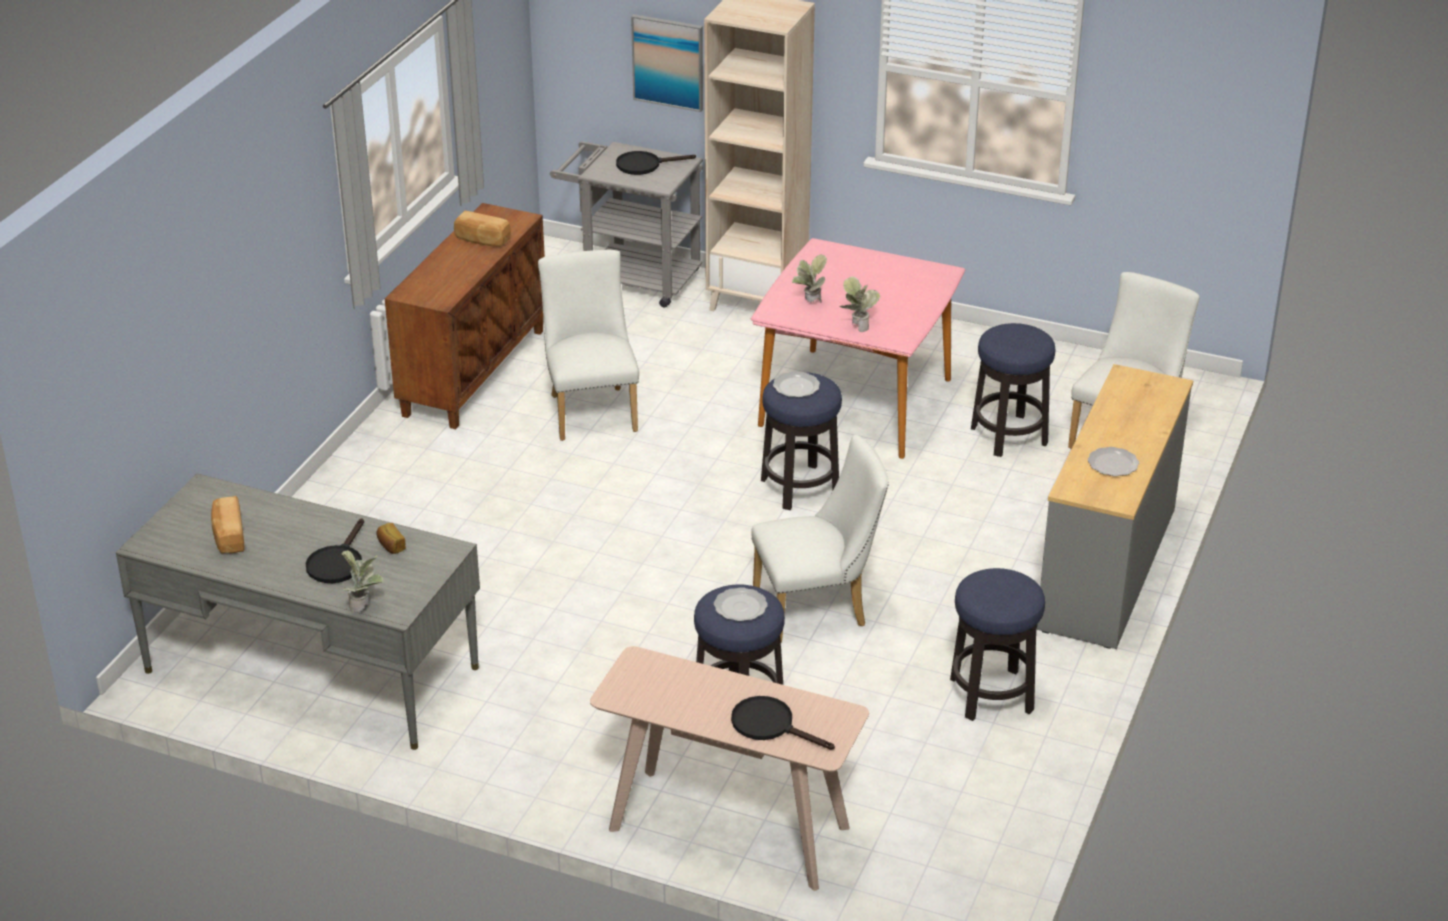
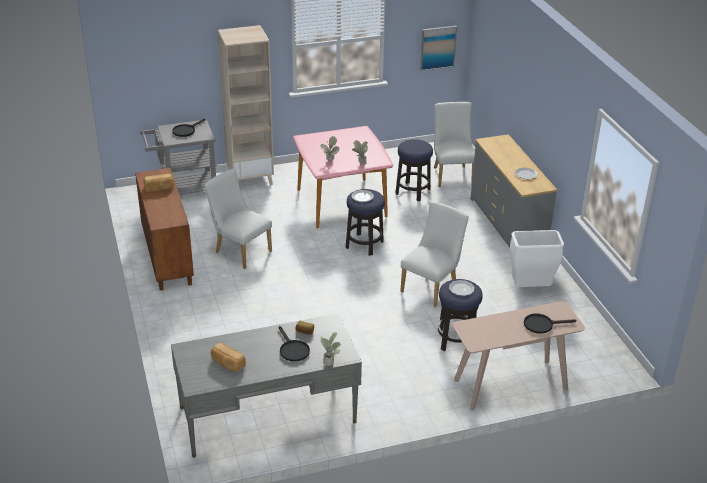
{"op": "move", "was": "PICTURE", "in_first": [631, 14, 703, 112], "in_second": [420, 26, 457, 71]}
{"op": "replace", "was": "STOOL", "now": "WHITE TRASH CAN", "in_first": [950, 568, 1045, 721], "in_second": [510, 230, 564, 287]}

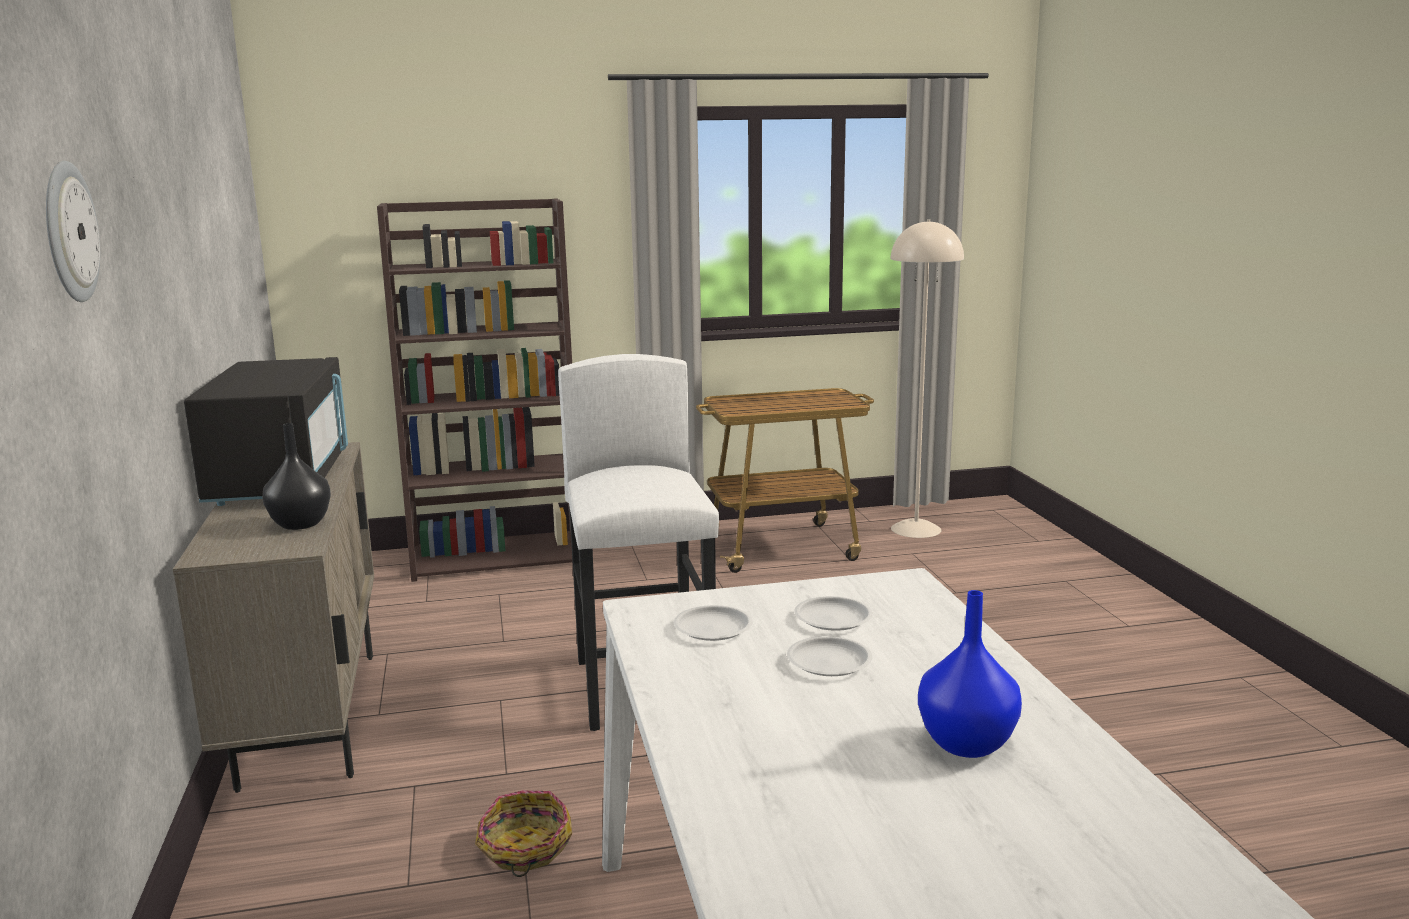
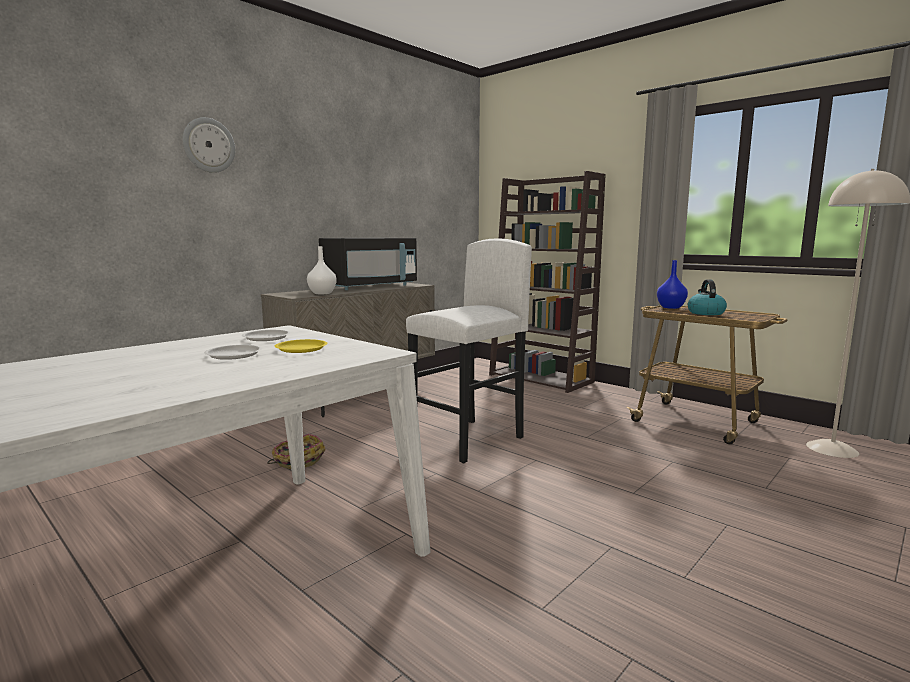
{"op": "recolor", "was": "WHITE PLATE", "now": "YELLOW PLATE", "in_first": [794, 596, 873, 631], "in_second": [275, 339, 328, 353]}
{"op": "recolor", "was": "BLACK VASE", "now": "WHITE VASE", "in_first": [262, 423, 331, 530], "in_second": [307, 246, 337, 294]}
{"op": "move", "was": "BLUE VASE", "in_first": [918, 590, 1022, 758], "in_second": [657, 260, 688, 309]}
{"op": "insert", "now": "KETTLE", "in_second": [688, 279, 727, 315]}

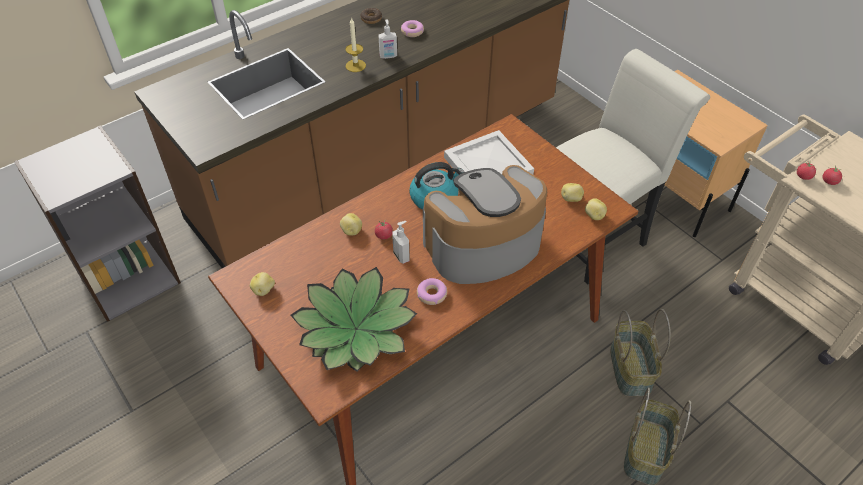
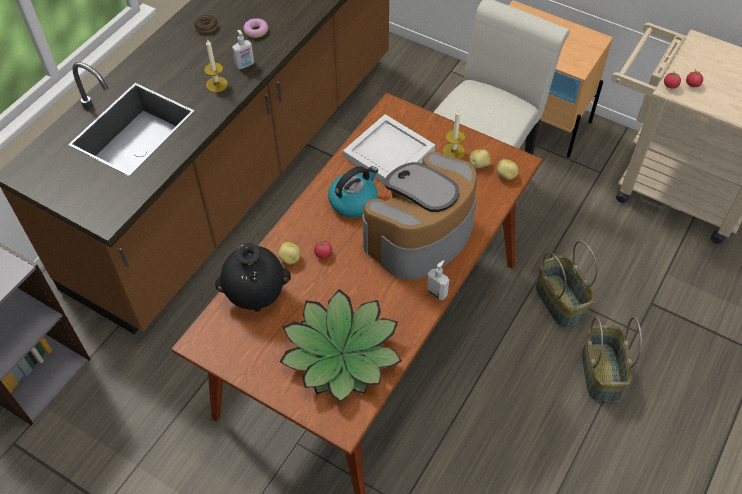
{"op": "insert", "now": "BLACK VASE", "in_second": [215, 243, 291, 312]}
{"op": "move", "was": "SOAP DISPENSER", "in_first": [392, 221, 410, 264], "in_second": [426, 260, 449, 300]}
{"op": "insert", "now": "CANDLE", "in_second": [443, 109, 465, 159]}
{"op": "delete", "was": "POTATO", "in_first": [250, 272, 275, 296]}
{"op": "delete", "was": "DONUT", "in_first": [417, 278, 447, 305]}

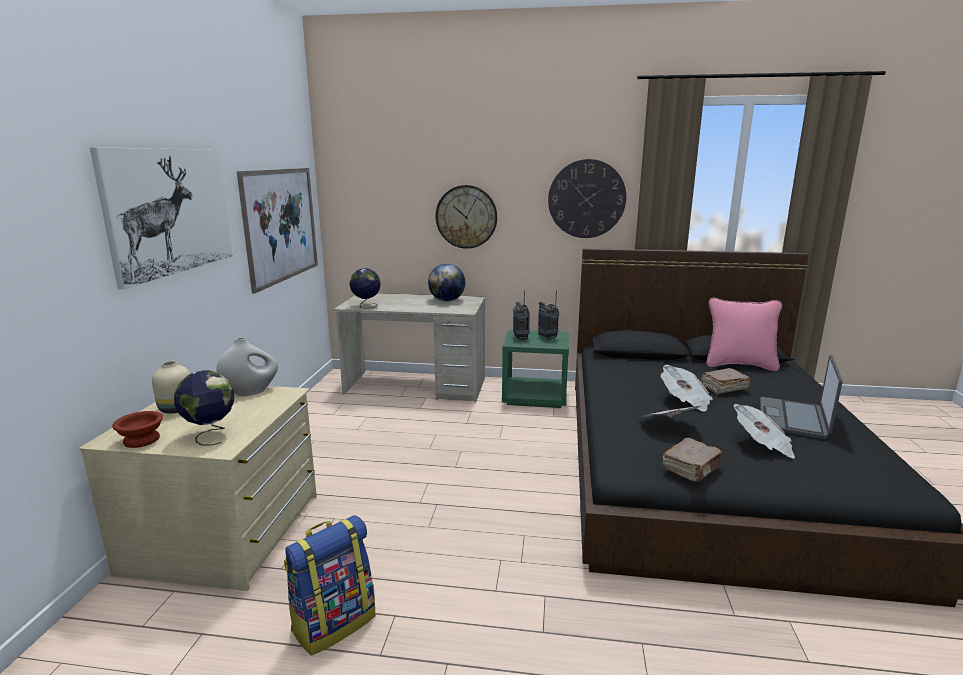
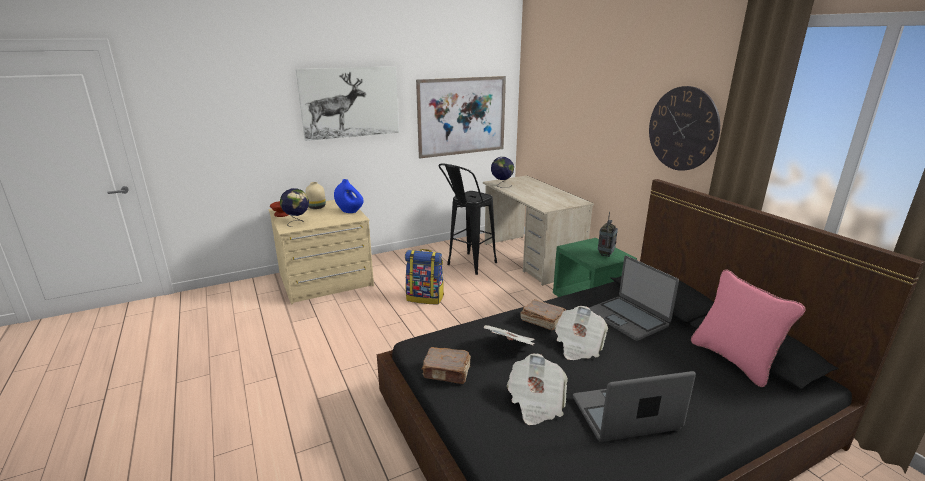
{"op": "recolor", "was": "WHITE VASE", "now": "BLUE VASE", "in_first": [216, 338, 278, 396], "in_second": [334, 179, 364, 213]}
{"op": "move", "was": "BACKPACK", "in_first": [284, 515, 375, 656], "in_second": [405, 249, 444, 304]}
{"op": "insert", "now": "BLACK STOOL", "in_second": [439, 164, 497, 275]}
{"op": "move", "was": "BROWN BOOK", "in_first": [701, 368, 751, 394], "in_second": [521, 299, 566, 330]}
{"op": "insert", "now": "LAPTOP", "in_second": [589, 256, 679, 341]}
{"op": "delete", "was": "GLOBE", "in_first": [428, 264, 465, 301]}
{"op": "delete", "was": "WALL CLOCK", "in_first": [436, 185, 497, 249]}
{"op": "delete", "was": "RADIO", "in_first": [513, 291, 530, 340]}

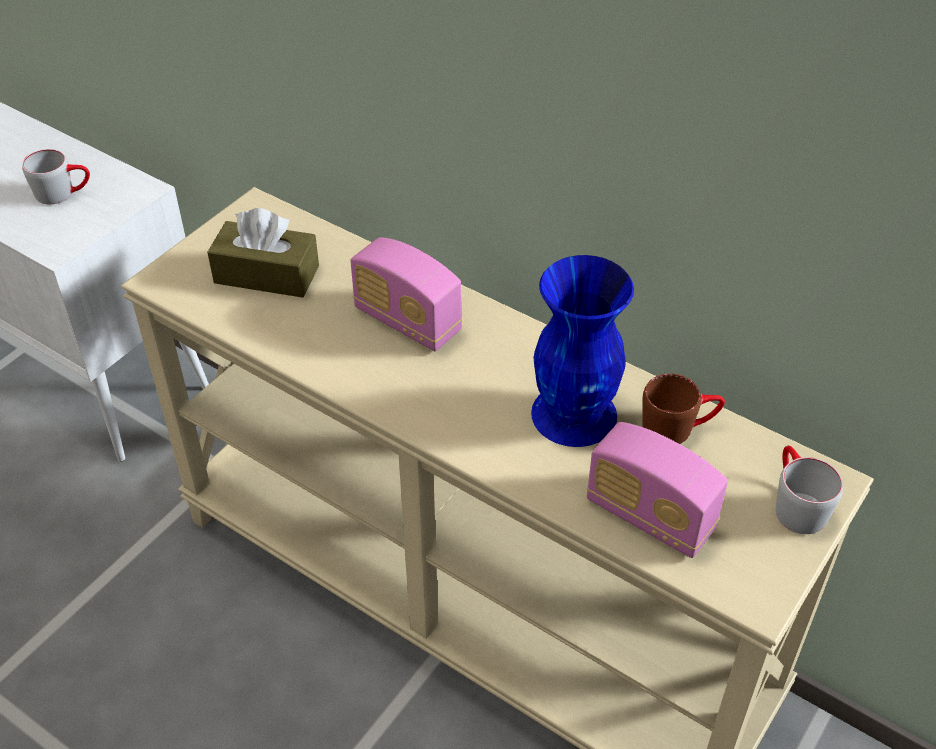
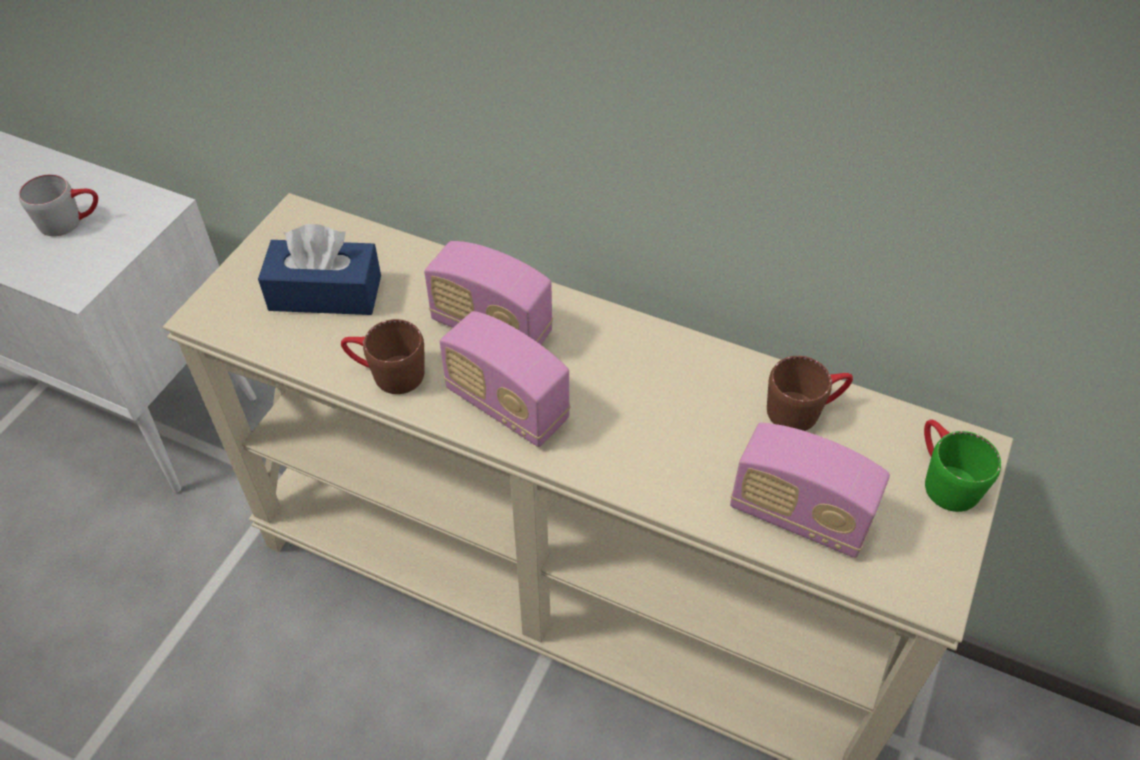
{"op": "recolor", "was": "BROWN TISSUE BOX", "now": "BLUE TISSUE BOX", "in_first": [207, 208, 319, 298], "in_second": [258, 224, 381, 315]}
{"op": "insert", "now": "BROWN MUG", "in_second": [341, 319, 425, 394]}
{"op": "insert", "now": "RADIO", "in_second": [440, 311, 571, 447]}
{"op": "recolor", "was": "GREY MUG", "now": "GREEN MUG", "in_first": [776, 446, 843, 534], "in_second": [924, 420, 1001, 512]}
{"op": "delete", "was": "BLUE VASE", "in_first": [531, 255, 634, 447]}

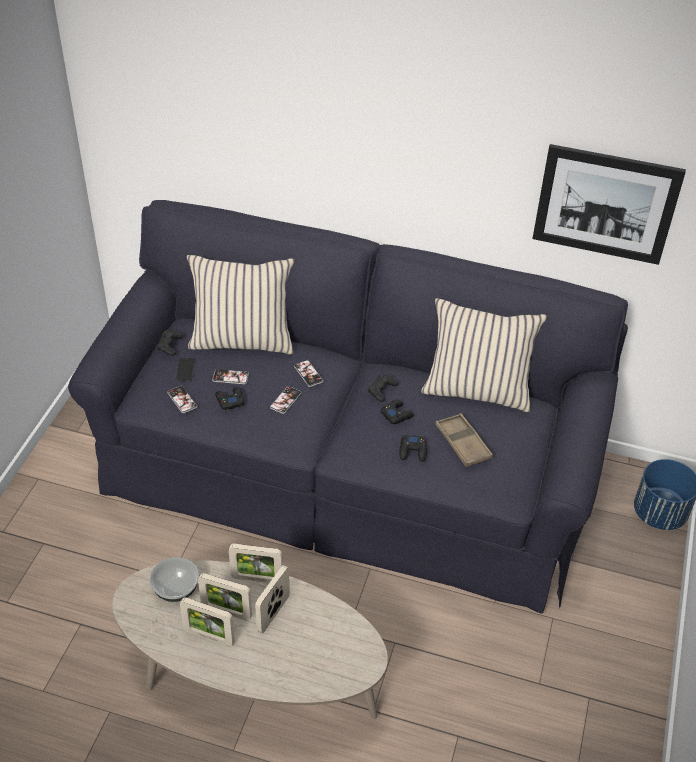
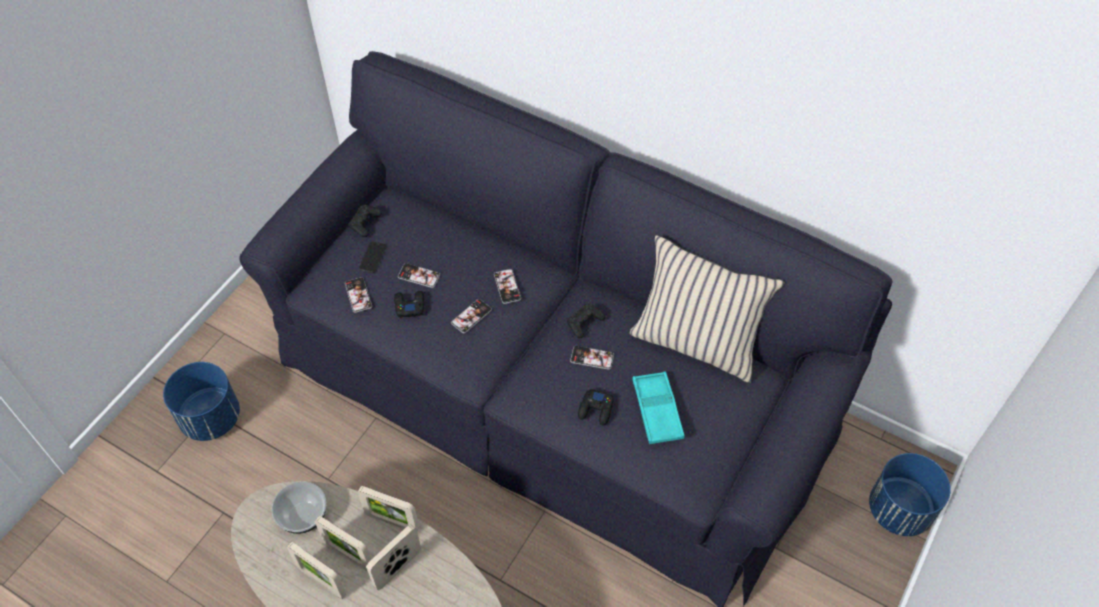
{"op": "insert", "now": "BLUE PLANTER", "in_second": [163, 362, 240, 441]}
{"op": "replace", "was": "BLACK GAME CONTROLLER", "now": "PHONE", "in_first": [381, 399, 414, 424], "in_second": [570, 346, 614, 370]}
{"op": "recolor", "was": "BROWN TRAY", "now": "TURQUOISE TRAY", "in_first": [435, 413, 493, 467], "in_second": [633, 371, 685, 444]}
{"op": "delete", "was": "BEIGE PILLOW", "in_first": [187, 255, 295, 355]}
{"op": "delete", "was": "PICTURE", "in_first": [532, 144, 686, 265]}

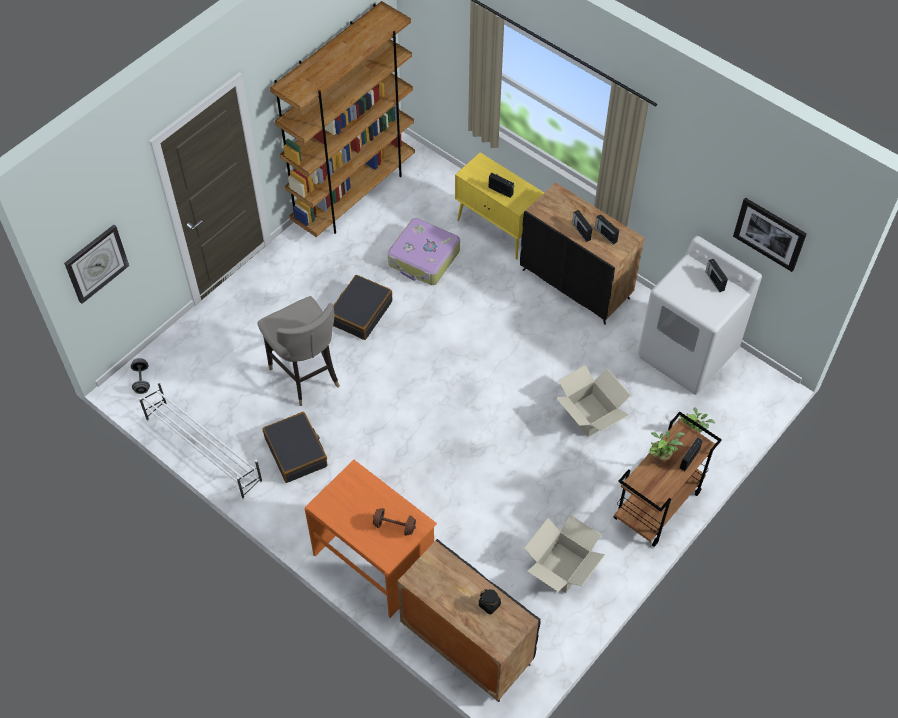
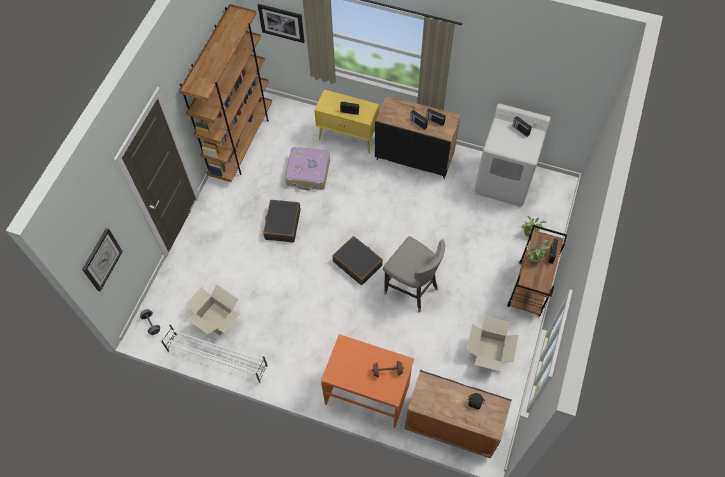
{"op": "move", "was": "CARDBOARD BOX", "in_first": [556, 365, 631, 437], "in_second": [185, 284, 240, 336]}
{"op": "move", "was": "PICTURE", "in_first": [733, 198, 807, 272], "in_second": [258, 4, 305, 43]}
{"op": "move", "was": "BLACK SUITCASE", "in_first": [263, 412, 327, 483], "in_second": [332, 236, 383, 285]}
{"op": "move", "was": "GREY STOOL", "in_first": [258, 296, 340, 406], "in_second": [383, 236, 445, 313]}

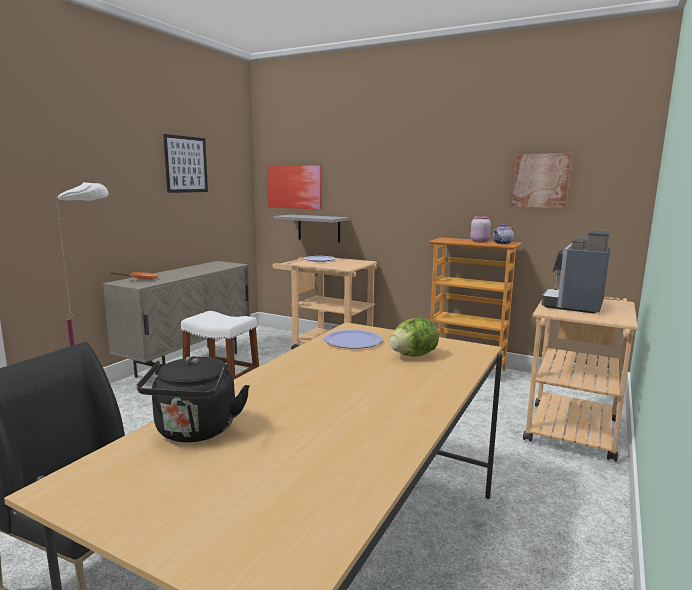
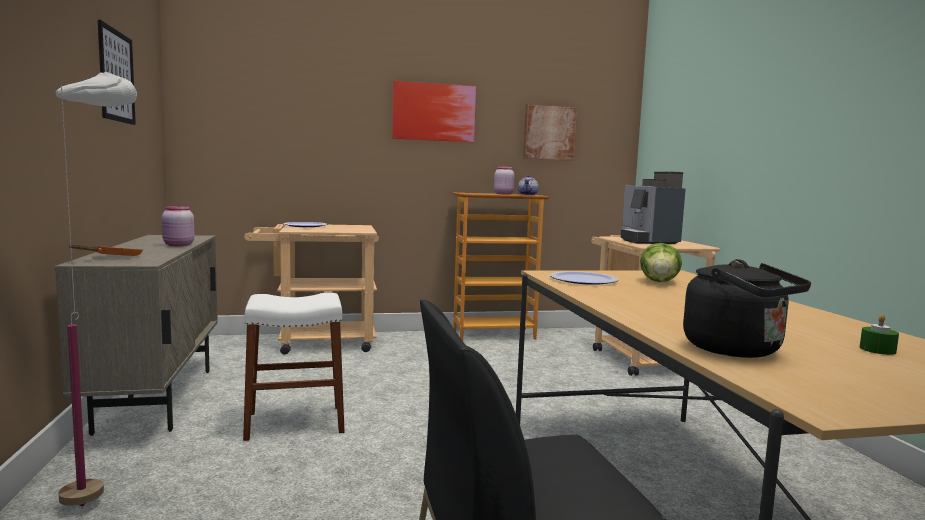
{"op": "insert", "now": "PINK JAR", "in_second": [162, 206, 194, 246]}
{"op": "move", "was": "PICTURE", "in_first": [267, 165, 322, 209], "in_second": [392, 81, 476, 142]}
{"op": "insert", "now": "GREEN CANDLE", "in_second": [860, 314, 899, 355]}
{"op": "delete", "was": "GREY SHELF", "in_first": [273, 214, 349, 243]}

